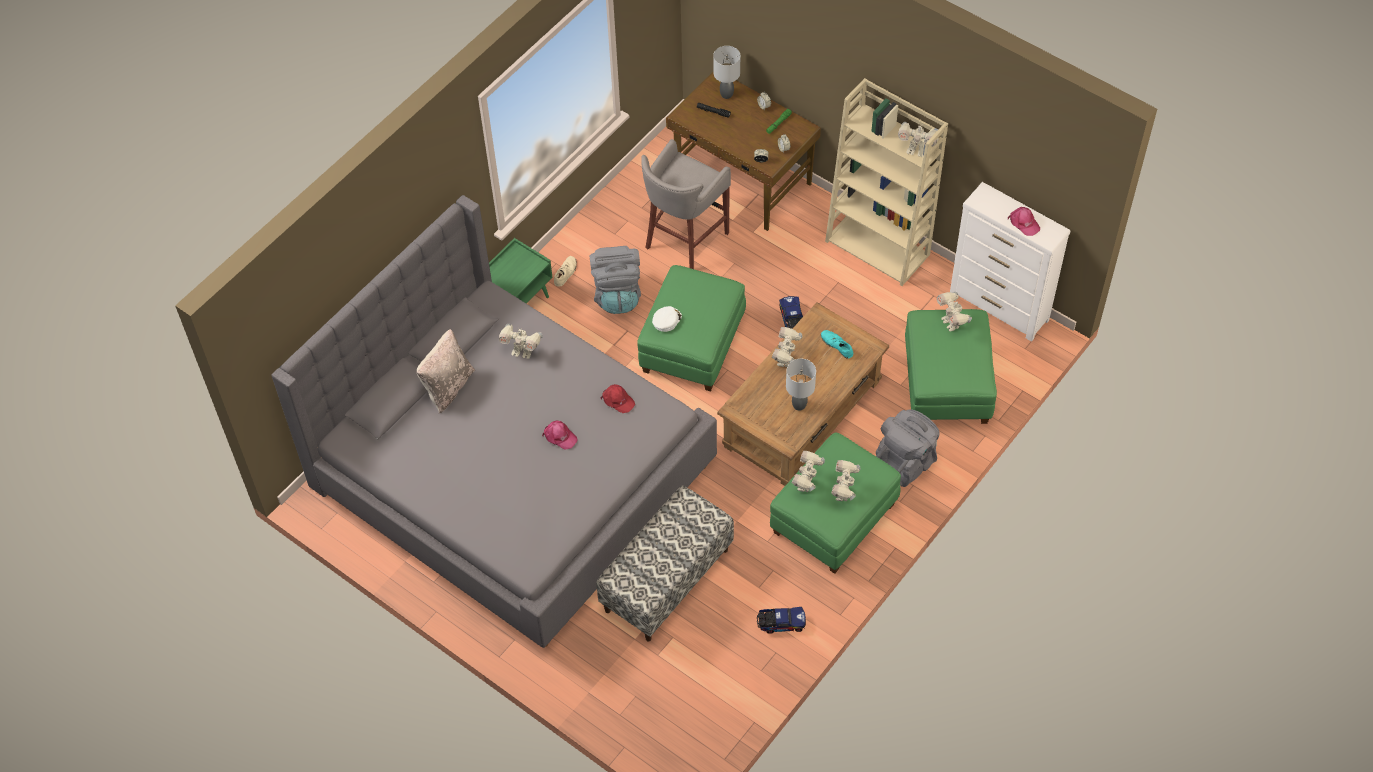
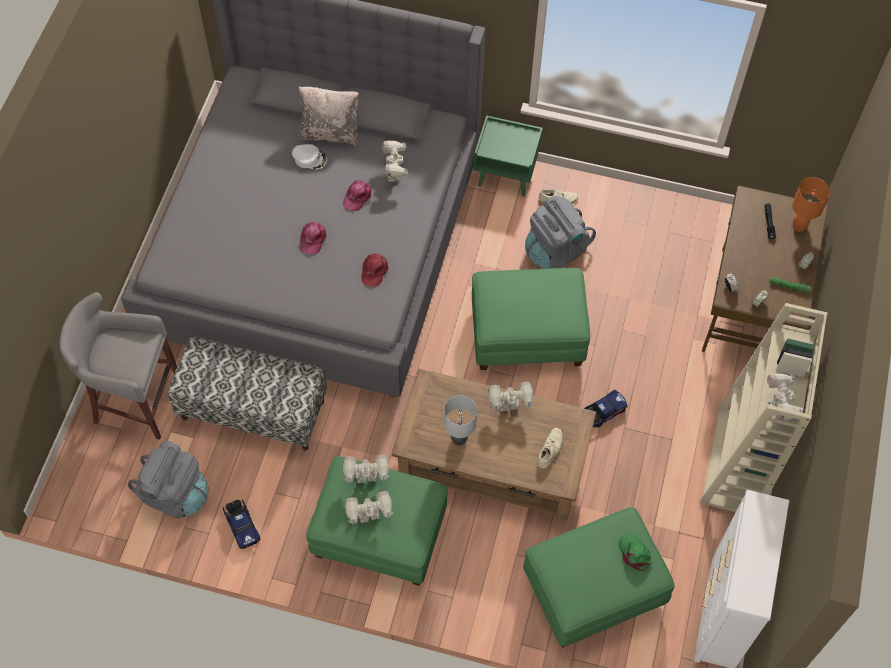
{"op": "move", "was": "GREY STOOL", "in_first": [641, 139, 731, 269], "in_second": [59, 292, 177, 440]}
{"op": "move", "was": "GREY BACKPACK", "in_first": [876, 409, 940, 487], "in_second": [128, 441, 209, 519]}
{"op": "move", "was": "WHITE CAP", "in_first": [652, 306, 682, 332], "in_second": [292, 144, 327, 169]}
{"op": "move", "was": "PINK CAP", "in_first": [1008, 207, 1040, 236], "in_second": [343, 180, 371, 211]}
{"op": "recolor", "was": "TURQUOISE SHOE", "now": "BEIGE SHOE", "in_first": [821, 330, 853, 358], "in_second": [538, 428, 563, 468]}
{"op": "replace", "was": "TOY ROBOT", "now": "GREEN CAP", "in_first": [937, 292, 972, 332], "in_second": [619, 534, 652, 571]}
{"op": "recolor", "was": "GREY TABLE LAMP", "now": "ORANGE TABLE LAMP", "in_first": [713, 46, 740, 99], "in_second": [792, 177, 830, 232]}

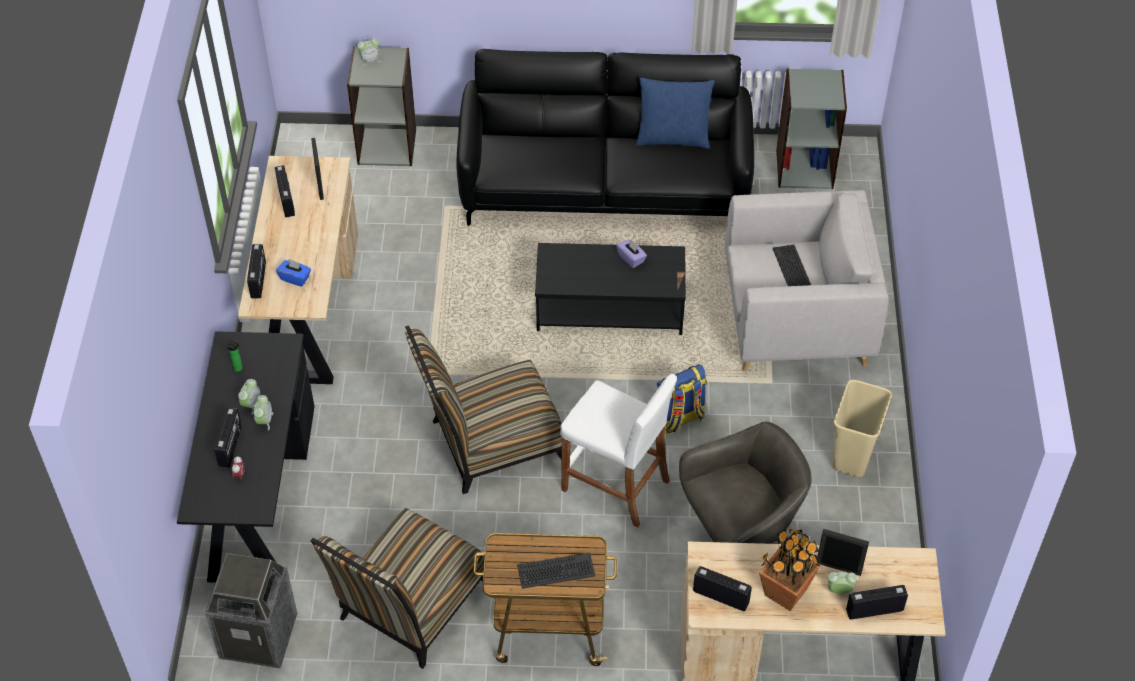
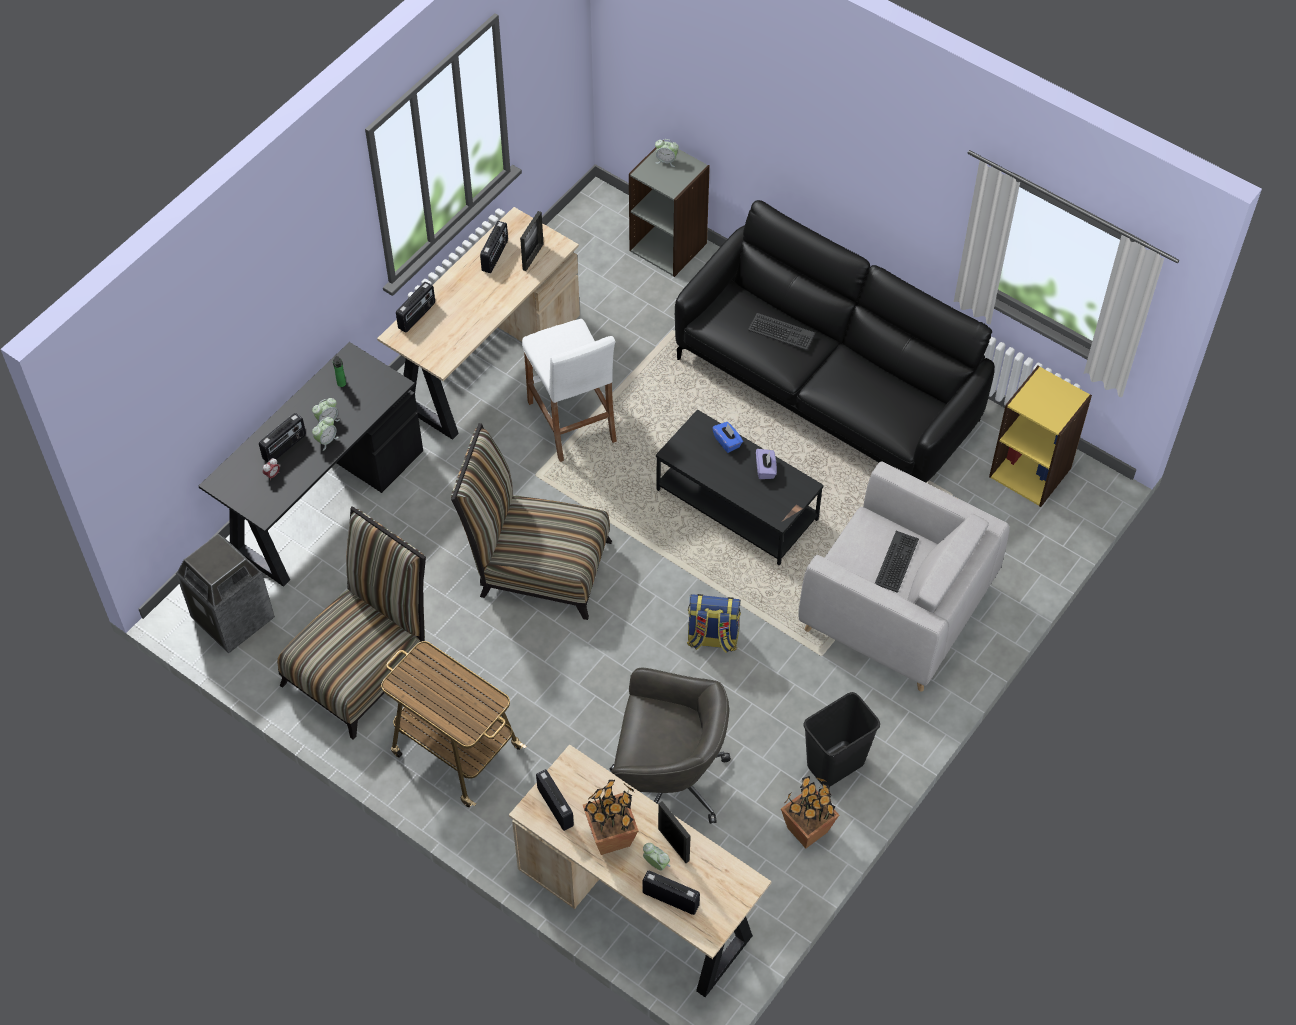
{"op": "rotate", "was": "CHAIR", "in_first": [311, 508, 485, 669], "in_second": [277, 506, 426, 740], "clockwise": 150}
{"op": "move", "was": "WHITE STOOL", "in_first": [560, 374, 677, 527], "in_second": [522, 319, 617, 462]}
{"op": "move", "was": "BLUE TISSUE BOX", "in_first": [276, 259, 311, 287], "in_second": [712, 422, 743, 453]}
{"op": "move", "was": "KEYBOARD", "in_first": [517, 552, 595, 589], "in_second": [748, 313, 815, 351]}
{"op": "insert", "now": "POTTED PLANT", "in_second": [781, 776, 839, 848]}
{"op": "recolor", "was": "BEIGE TRASH CAN", "now": "BLACK TRASH CAN", "in_first": [832, 380, 892, 477], "in_second": [803, 692, 880, 787]}
{"op": "recolor", "was": "GREY BOOKCASE", "now": "YELLOW BOOKCASE", "in_first": [776, 69, 847, 189], "in_second": [989, 366, 1092, 507]}
{"op": "delete", "was": "BLUE PILLOW", "in_first": [636, 78, 715, 149]}

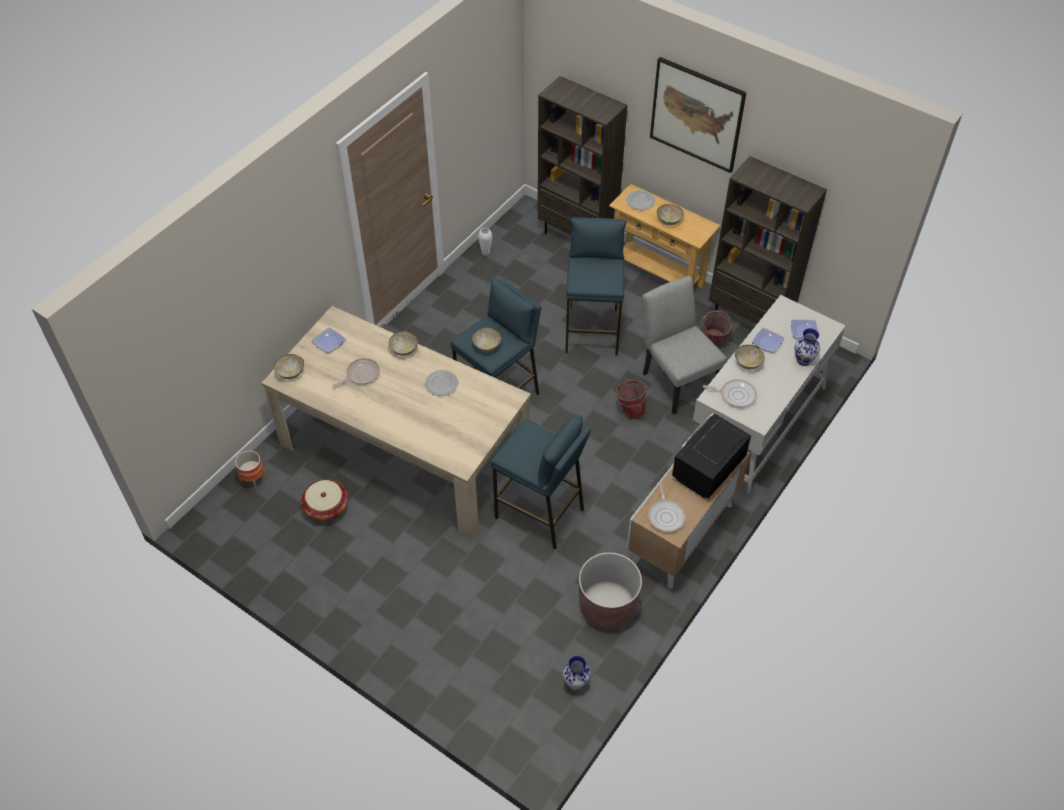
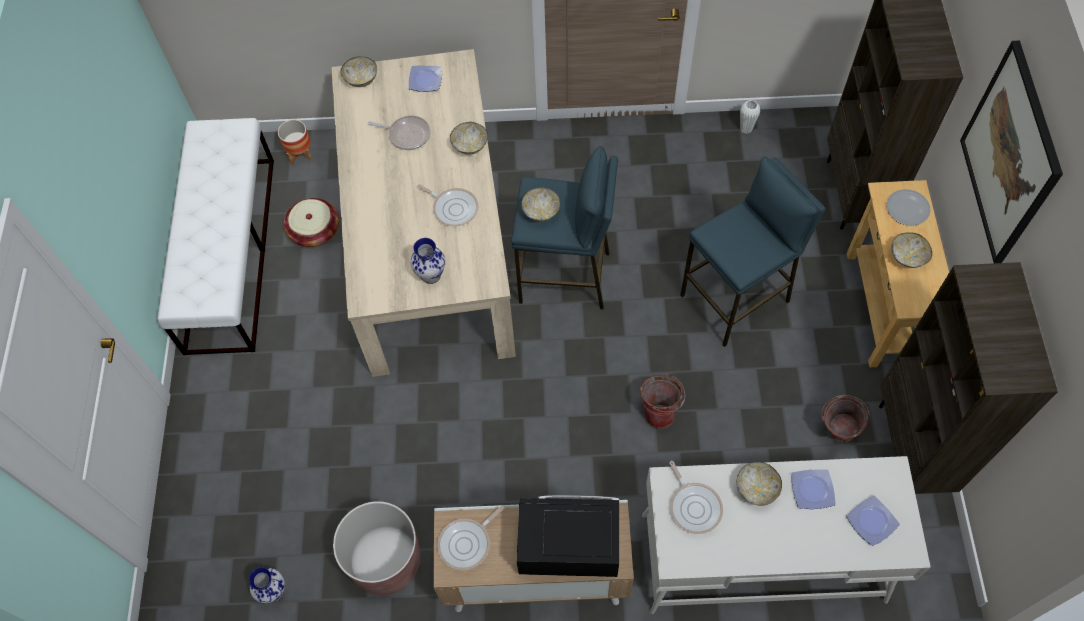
{"op": "insert", "now": "WHITE BENCH", "in_second": [157, 118, 274, 355]}
{"op": "move", "was": "VASE", "in_first": [794, 328, 820, 366], "in_second": [411, 238, 445, 284]}
{"op": "replace", "was": "PLATE", "now": "FRYING PAN", "in_first": [425, 370, 458, 396], "in_second": [418, 184, 478, 226]}
{"op": "delete", "was": "BLUE STOOL", "in_first": [491, 415, 591, 549]}
{"op": "delete", "was": "GREY CHAIR", "in_first": [642, 276, 727, 415]}

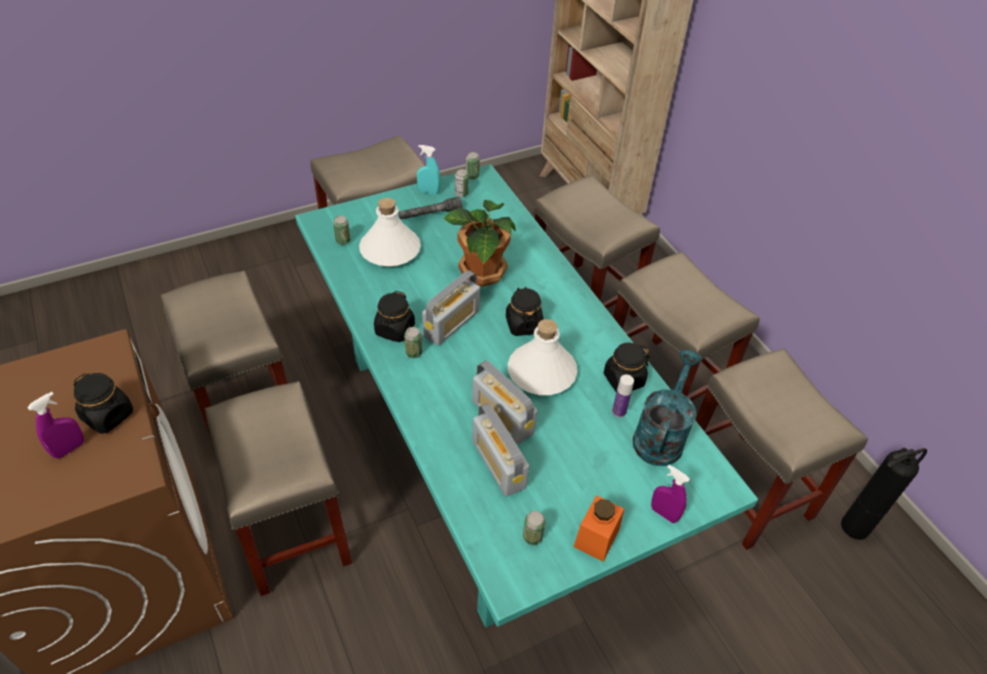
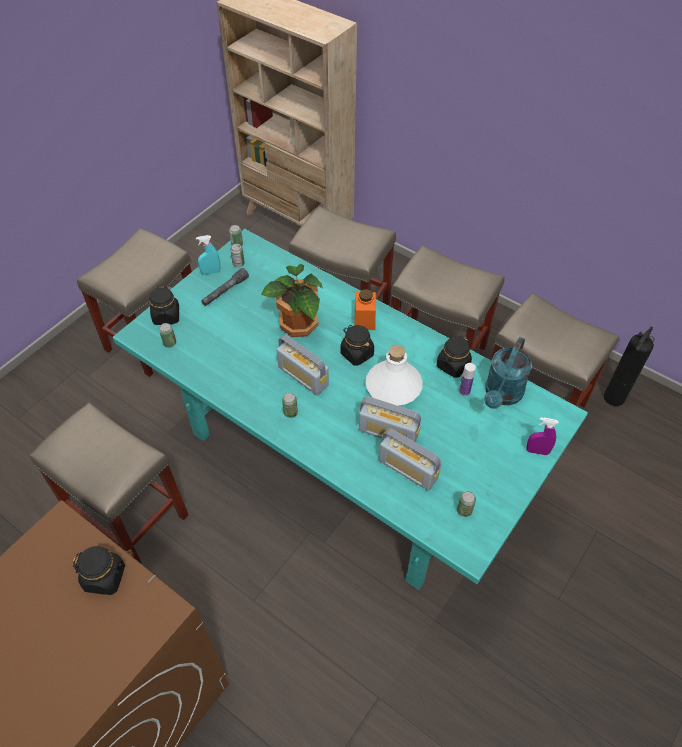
{"op": "move", "was": "BLACK JAR", "in_first": [374, 291, 415, 342], "in_second": [149, 286, 179, 325]}
{"op": "rotate", "was": "RADIO", "in_first": [422, 270, 480, 346], "in_second": [276, 335, 329, 395], "clockwise": 120}
{"op": "move", "was": "ORANGE JAR", "in_first": [574, 495, 624, 562], "in_second": [354, 289, 376, 330]}
{"op": "rotate", "was": "TURQUOISE WATERING CAN", "in_first": [633, 350, 702, 466], "in_second": [484, 337, 532, 409], "clockwise": -150}
{"op": "delete", "was": "PURPLE SPRAY BOTTLE", "in_first": [27, 392, 84, 459]}
{"op": "delete", "was": "BEIGE STOOL", "in_first": [205, 381, 352, 596]}
{"op": "delete", "was": "WHITE BOTTLE", "in_first": [359, 198, 421, 267]}

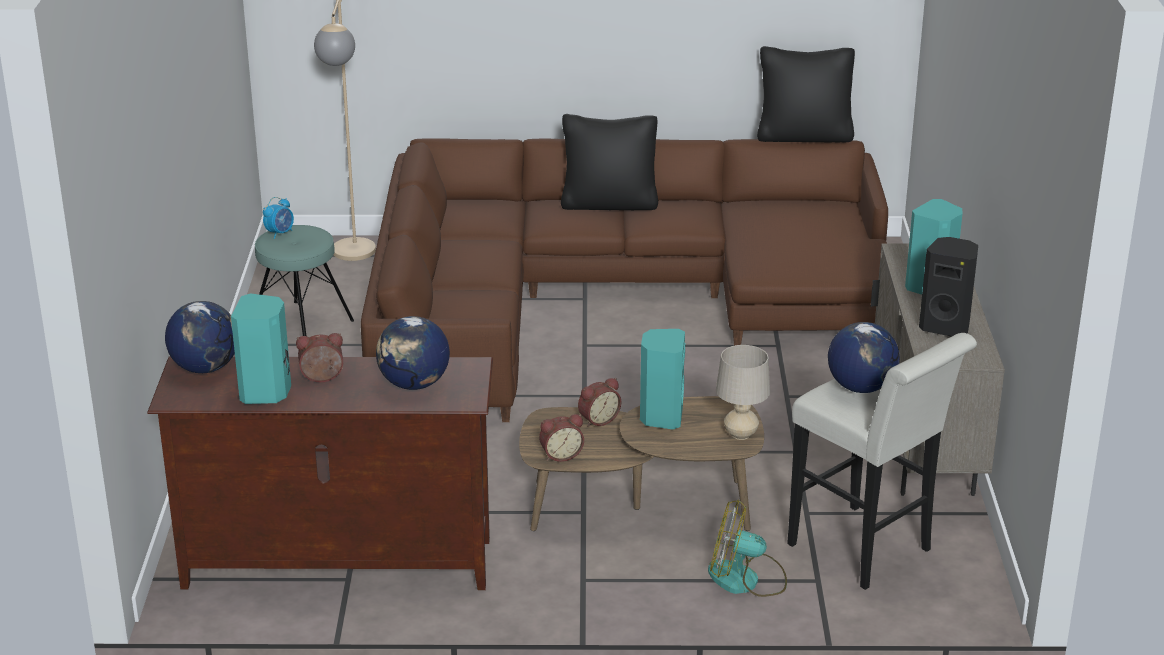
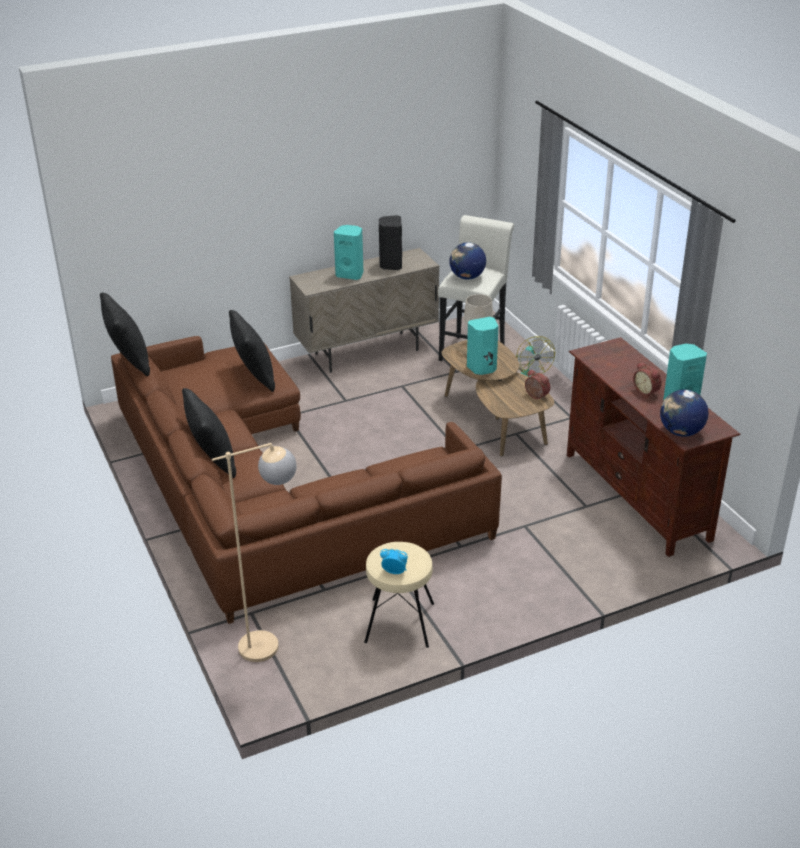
{"op": "insert", "now": "BLACK PILLOW", "in_second": [229, 310, 275, 392]}
{"op": "recolor", "was": "TURQUOISE STOOL", "now": "BEIGE STOOL", "in_first": [255, 225, 354, 336], "in_second": [364, 542, 434, 648]}
{"op": "delete", "was": "GLOBE", "in_first": [376, 316, 450, 390]}
{"op": "delete", "was": "ALARM CLOCK", "in_first": [578, 378, 621, 427]}

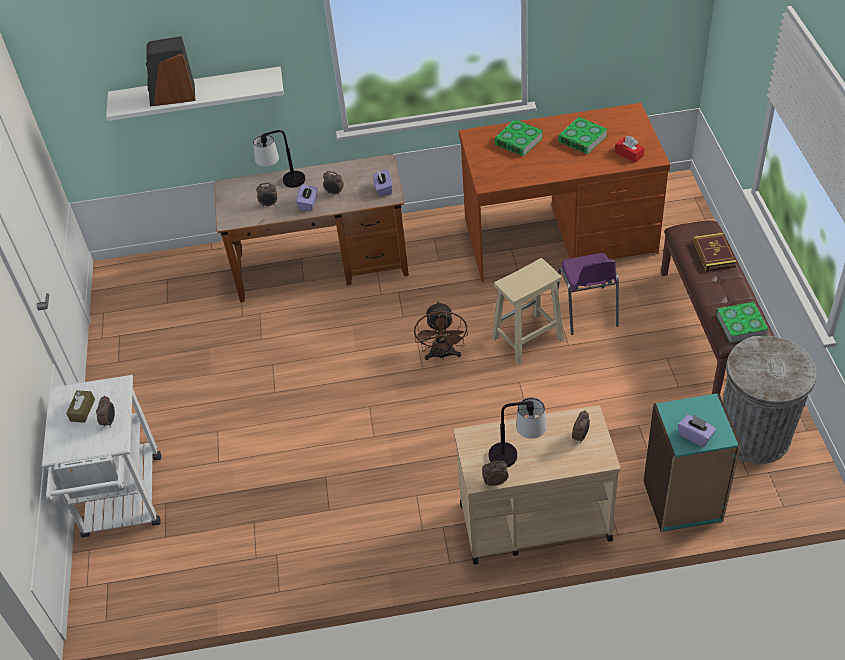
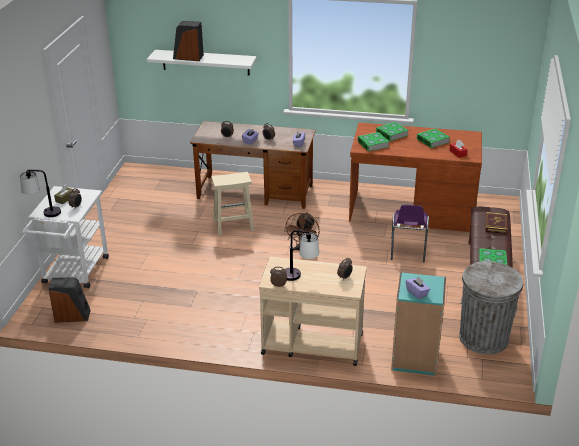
{"op": "move", "was": "TABLE LAMP", "in_first": [253, 130, 305, 188], "in_second": [20, 170, 61, 217]}
{"op": "insert", "now": "SPEAKER", "in_second": [49, 277, 91, 323]}
{"op": "move", "was": "BEIGE STOOL", "in_first": [492, 258, 564, 365], "in_second": [211, 172, 254, 236]}
{"op": "insert", "now": "BOOK", "in_second": [358, 132, 389, 151]}

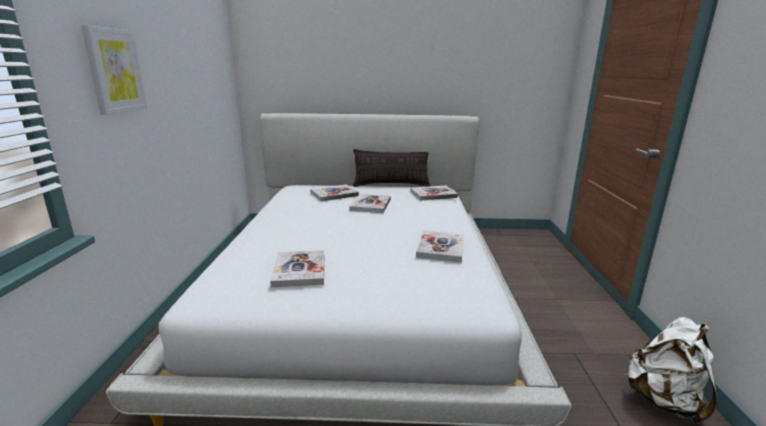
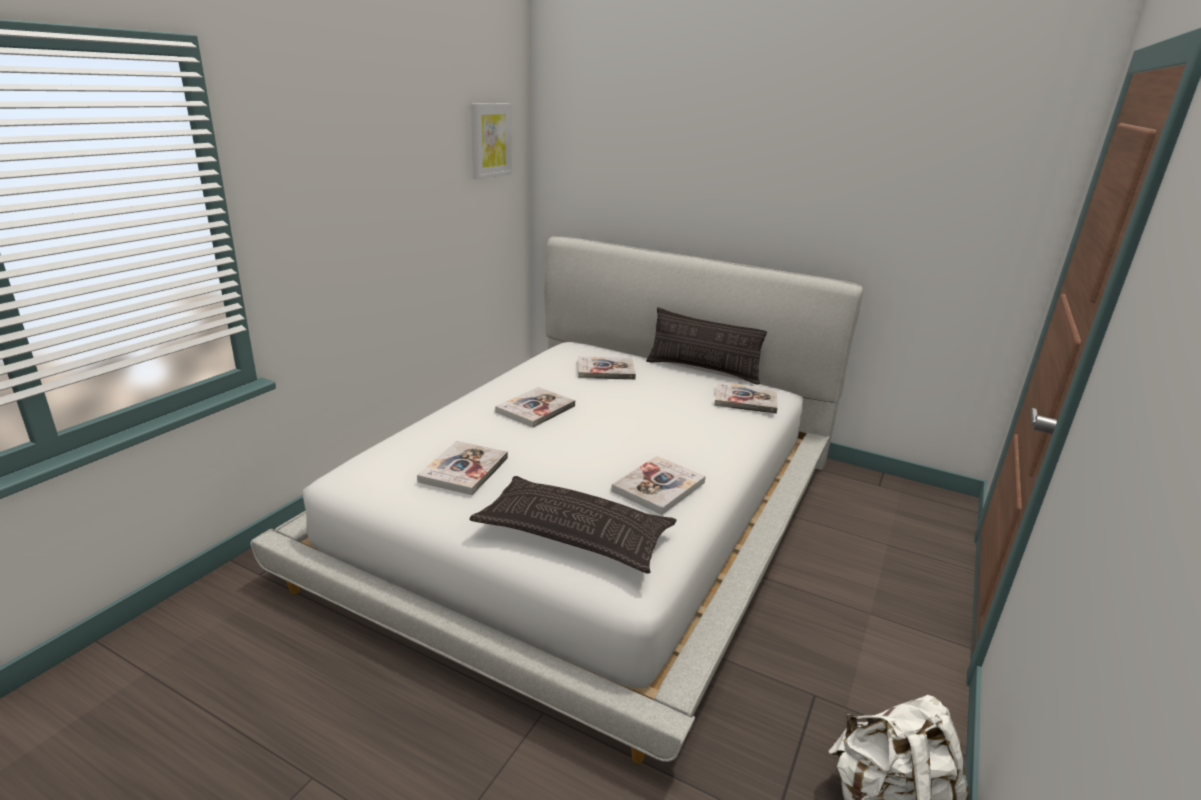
{"op": "insert", "now": "PILLOW", "in_second": [469, 476, 676, 573]}
{"op": "move", "was": "PICTURE", "in_first": [81, 25, 147, 115], "in_second": [471, 103, 512, 179]}
{"op": "move", "was": "BOOK", "in_first": [349, 194, 391, 213], "in_second": [495, 387, 575, 428]}

